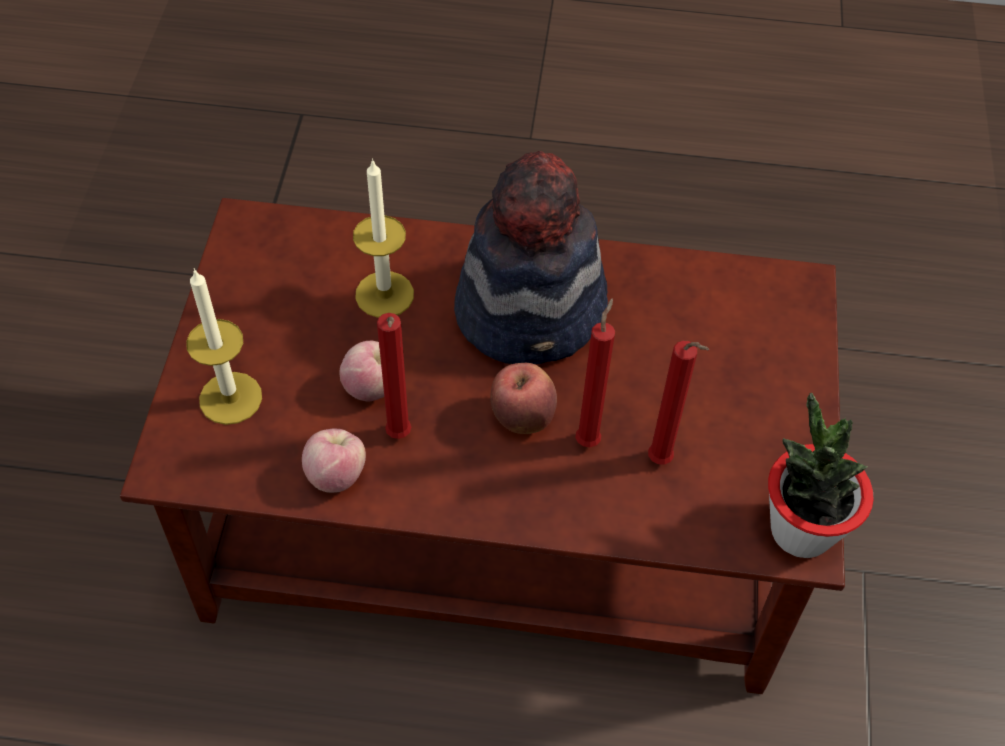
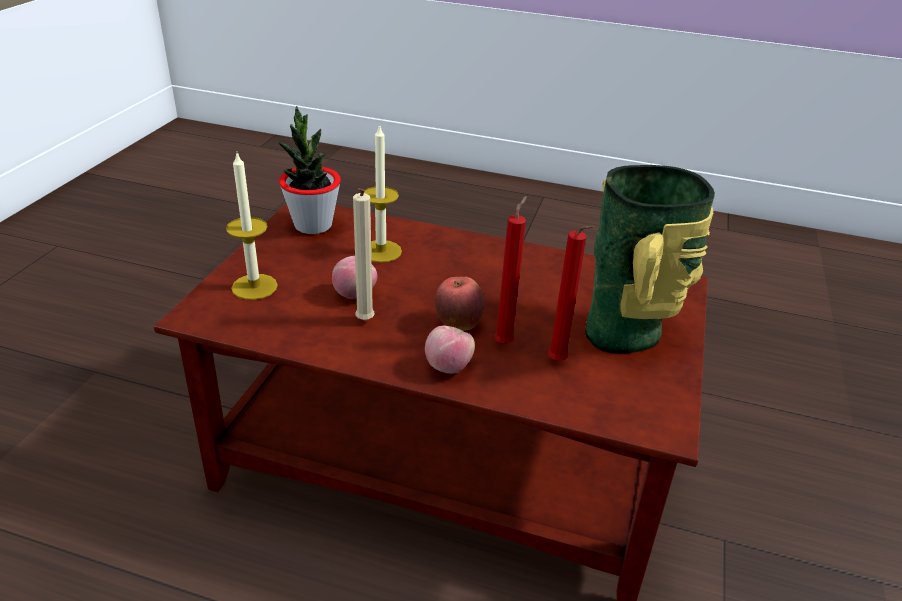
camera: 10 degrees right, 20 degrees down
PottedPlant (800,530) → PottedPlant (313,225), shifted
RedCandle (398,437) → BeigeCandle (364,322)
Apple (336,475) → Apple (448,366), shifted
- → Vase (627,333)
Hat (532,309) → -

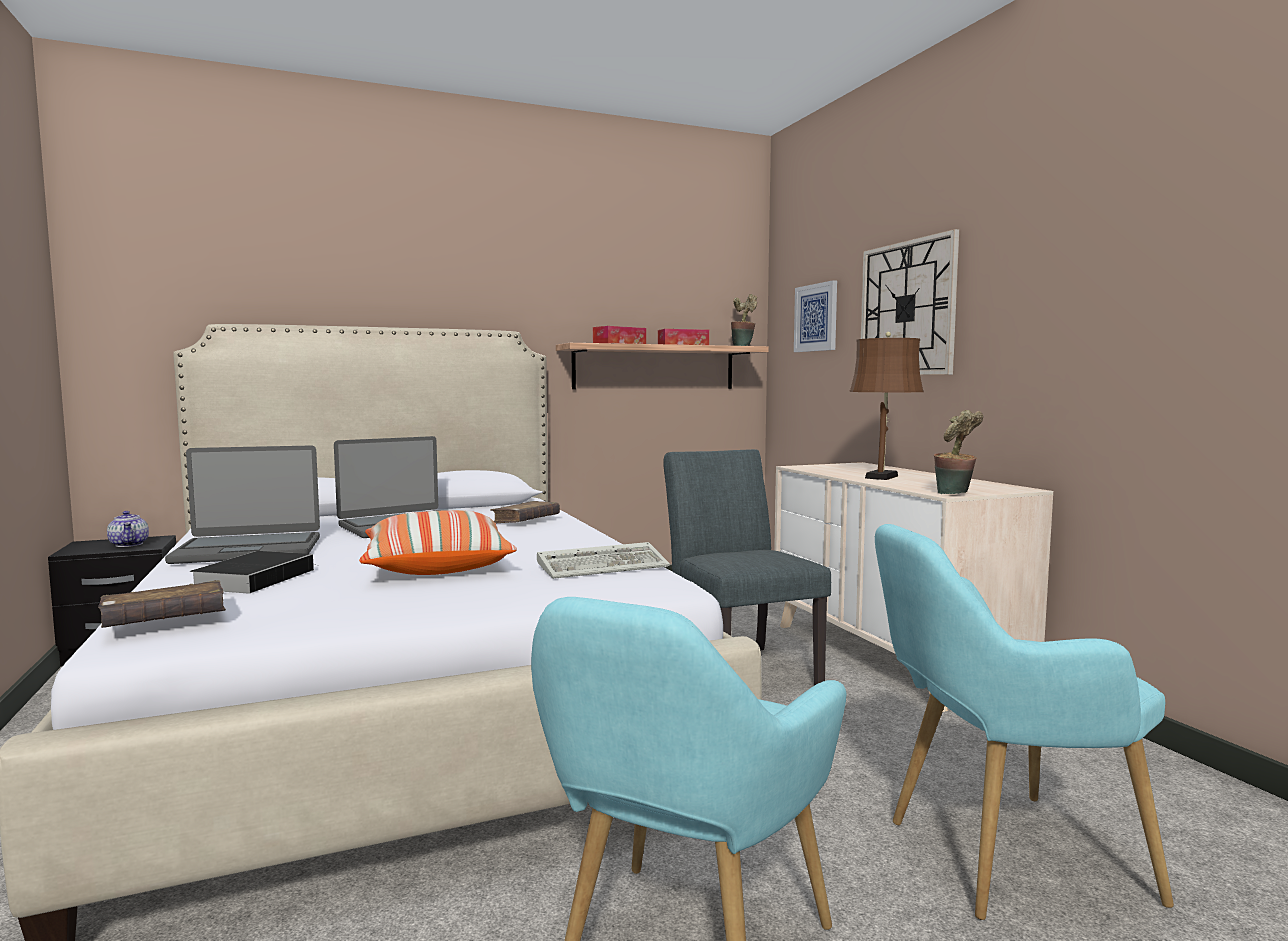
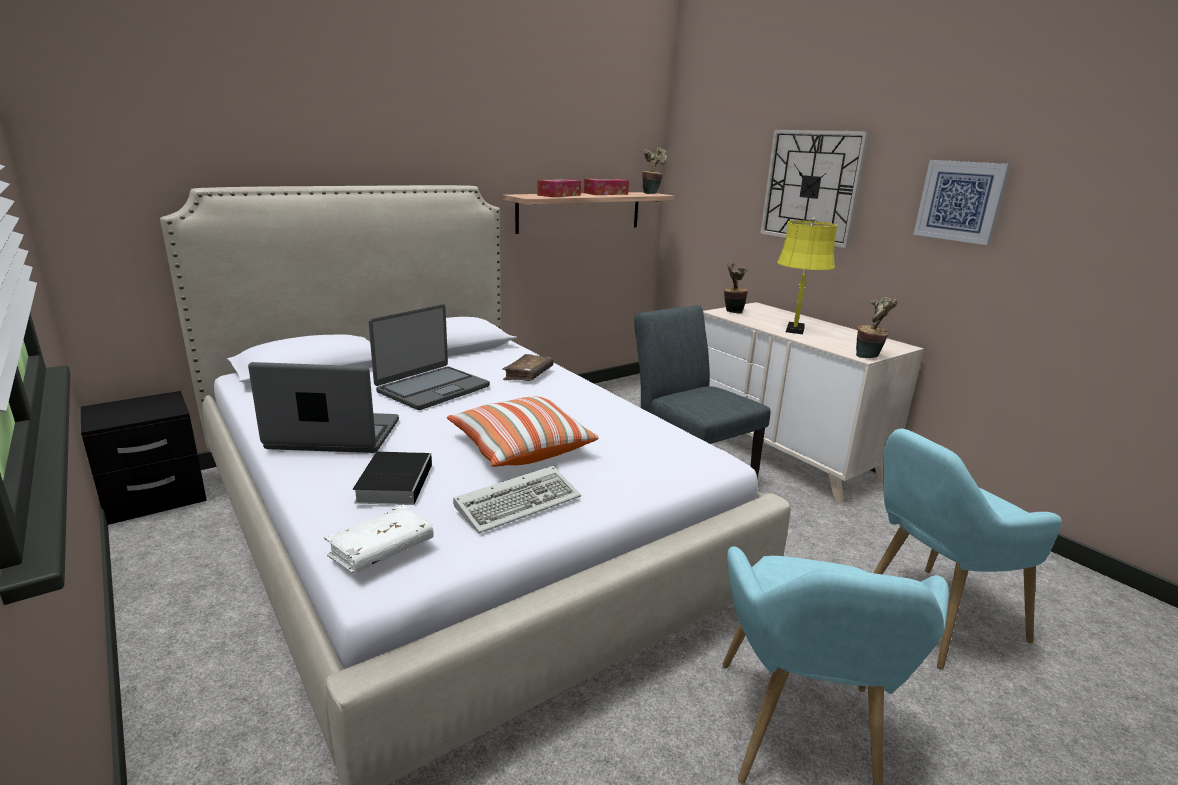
camera: 15 degrees left, 15 degrees up
Laptop (249,550) → Laptop (334,435), 150 degrees counterclockwise
BrownBook (164,620) → WhiteBook (381,550)
Keyboard (605,566) → Keyboard (520,502), shifted
- → PottedPlant (732,312)
BrownTableLamp (883,477) → YellowTableLamp (795,329)
Picture (816,317) → Picture (960,201), shifted
Teapot (129,544) → -

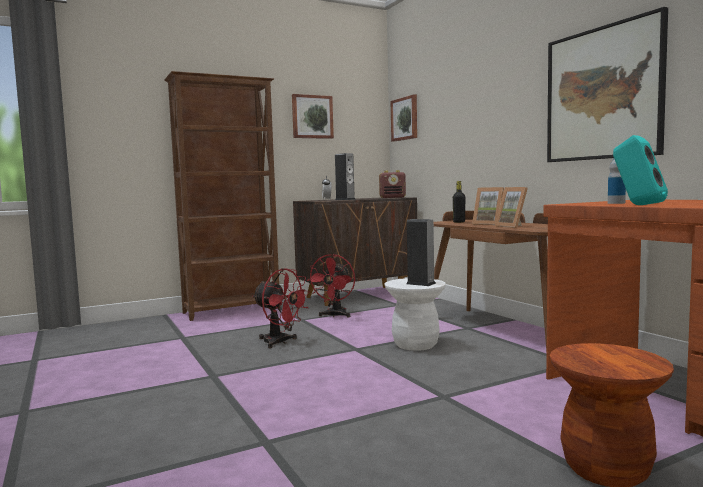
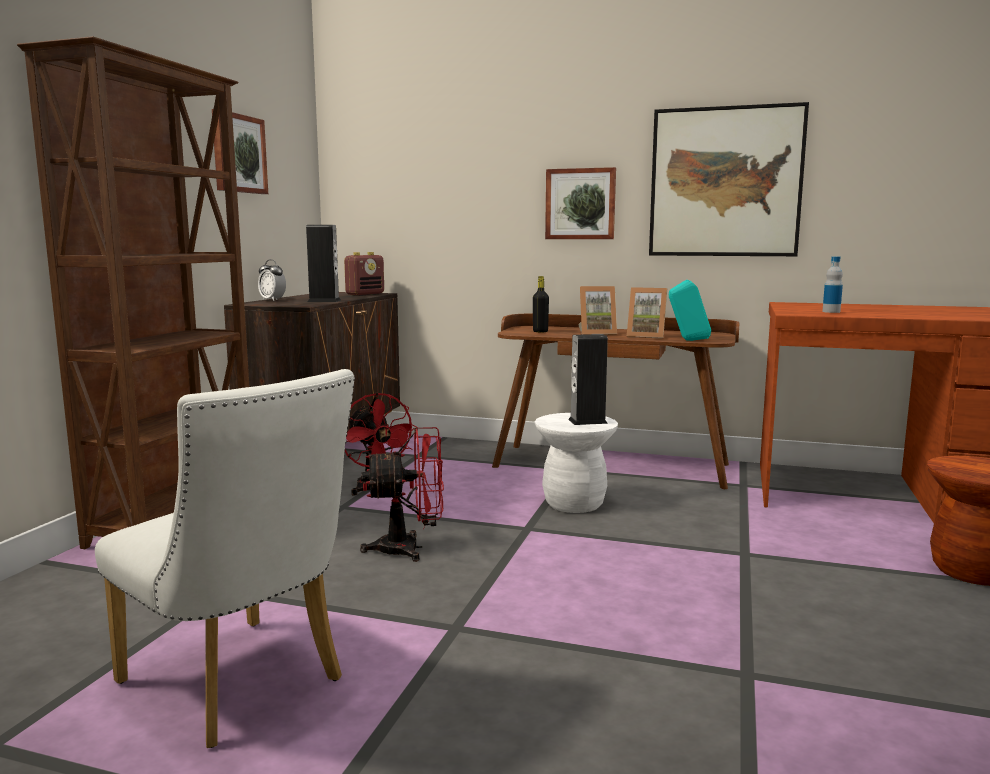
camera: 45 degrees left, 5 degrees up
- → WhiteChair (241,686)
Picture (405,118) → Picture (580,204), shifted
TurquoiseSpeaker (638,205) → TurquoiseSpeaker (688,340), shifted

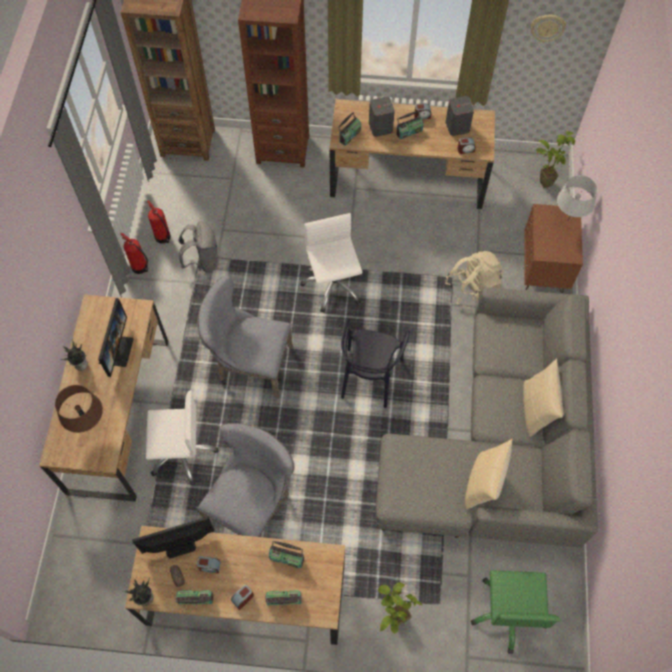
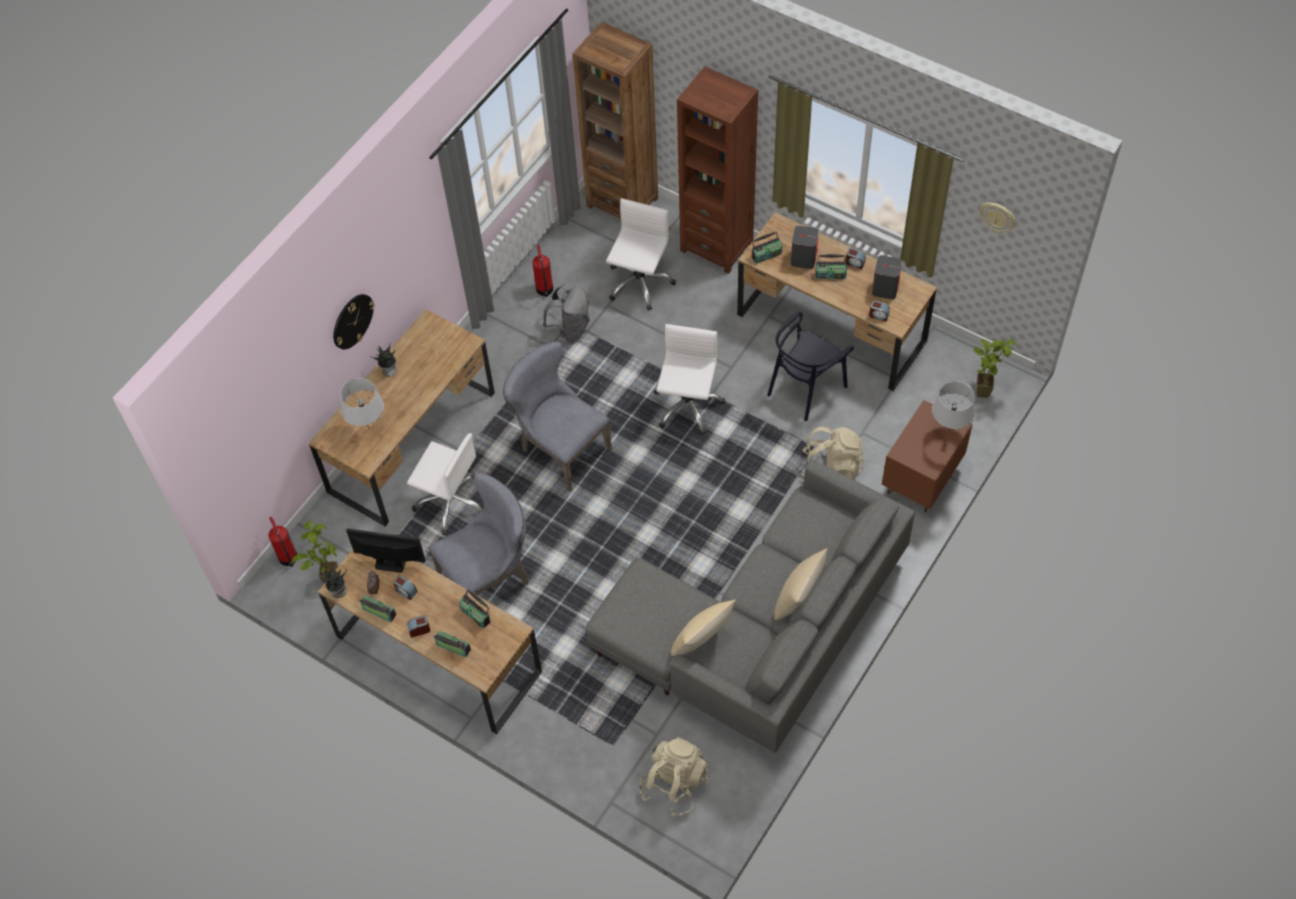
camera: 30 degrees right, 5 degrees down
FireExtinguisher (140,268) → FireExtinguisher (288,559), shifted
PottedPlant (392,618) → PottedPlant (326,578), shifted
- → WallClock (352,321)
BrownTableLamp (90,426) → GreyTableLamp (368,428)
- → WhiteOfficeChair (639,283)
GreenOfficeChair (508,612) → BeigeBackpack (674,784)
BlackChair (369,377) → BlackChair (805,388), shifted
Monitor (116,350) → -

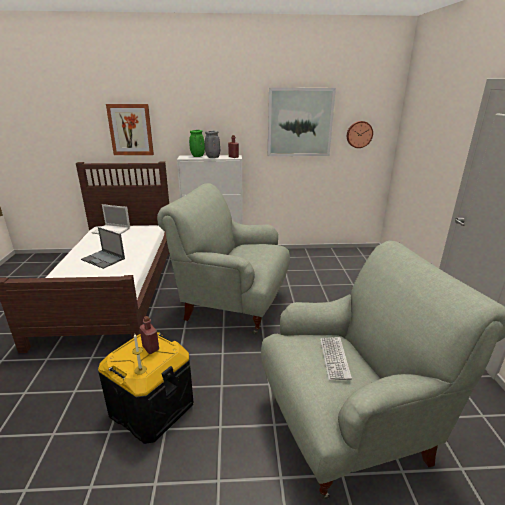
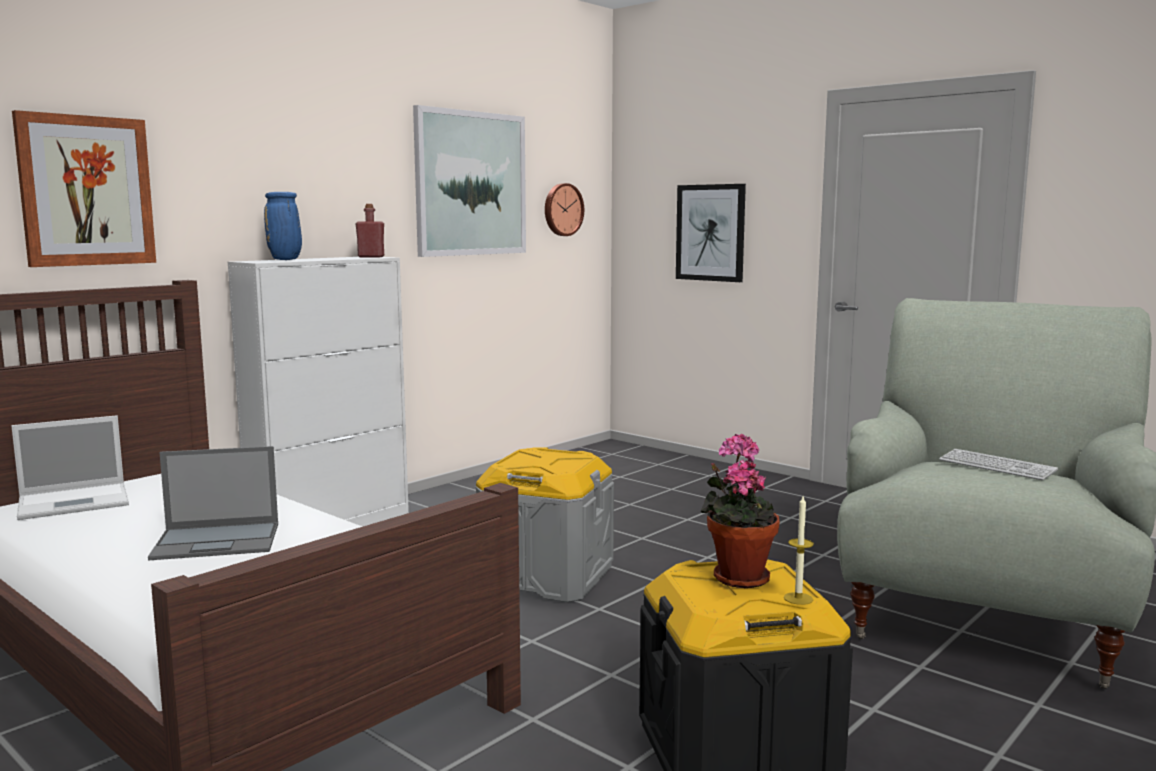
camera: 45 degrees left, 15 degrees down
GreenVase (197,156) → BlueVase (285,259)
GreyArmchair (232,305) → GreyStorageBox (545,577)
- → Picture (710,232)
RedBottle (150,348) → PottedPlant (737,576)
GreyVase (212,157) → -

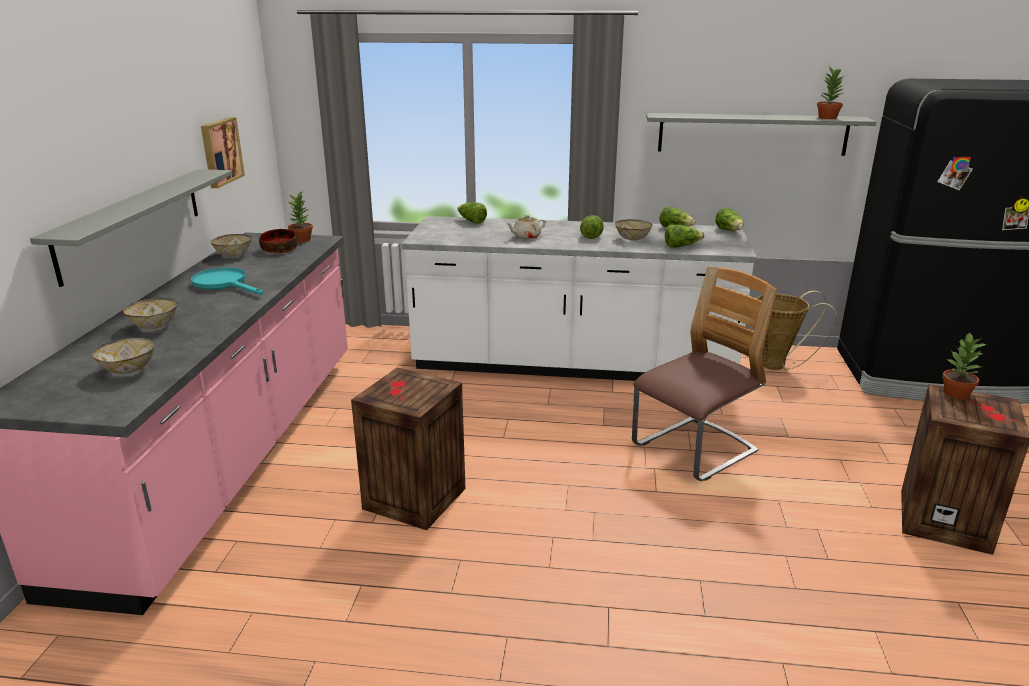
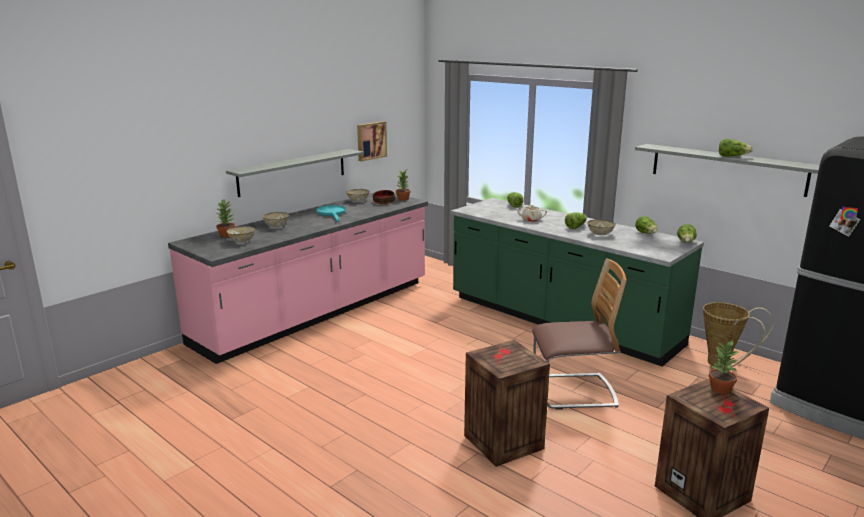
camera: 35 degrees right, 5 degrees down
PottedPlant (827,117) → PottedPlant (227,235), shifted
WhiteCounter (572,364) → GreenCounter (560,321)
Crate (412,499) → Crate (501,442), shifted
Lettuce (681,246) → Lettuce (732,156), shifted

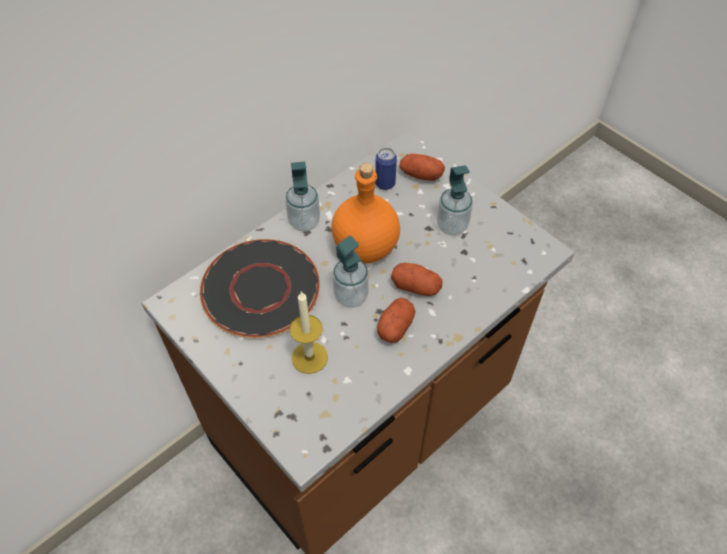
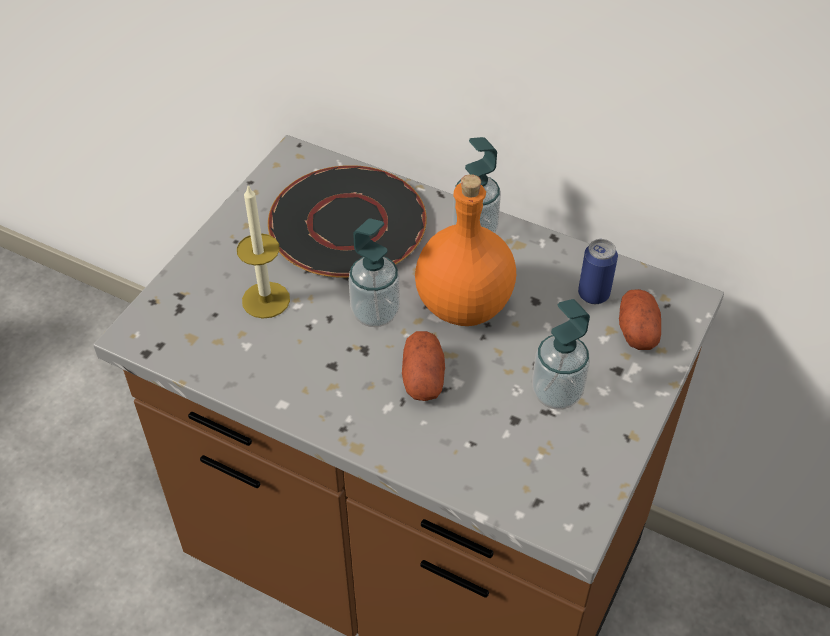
camera: 70 degrees right, 5 degrees down
Potato (395,326) → -

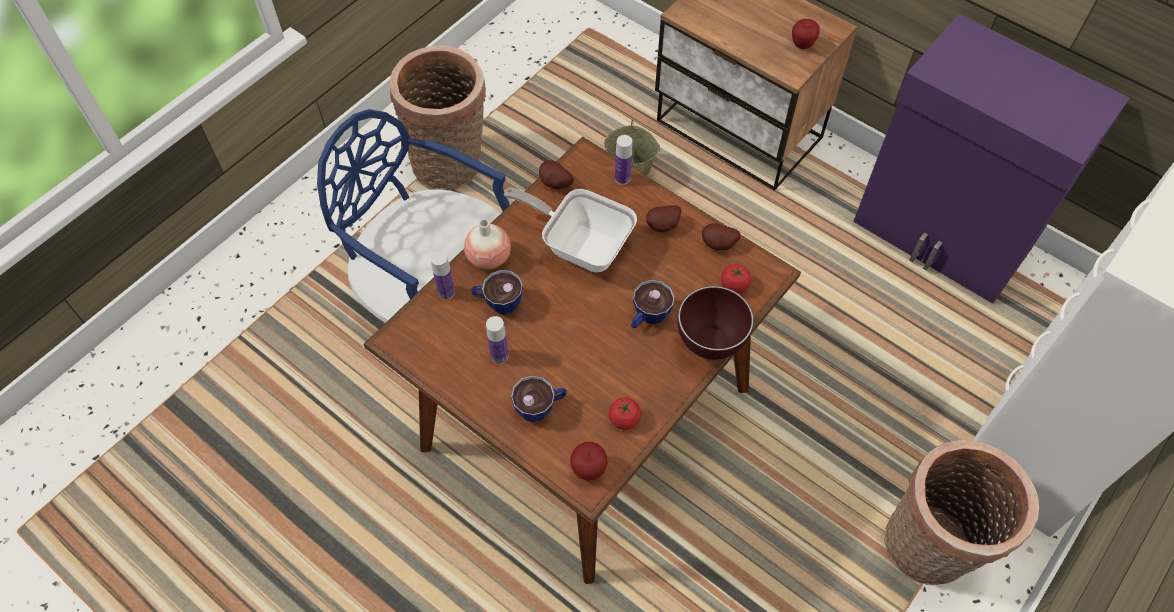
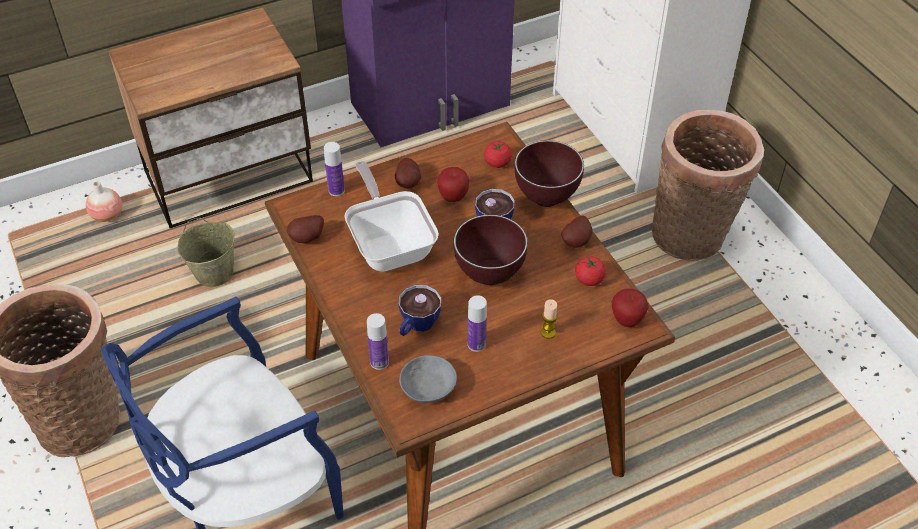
camera: 65 degrees left, 10 degrees down
Vase (489,257) → Vase (107,215), shifted
FryingPan (580,244) → FryingPan (390,244), 105 degrees clockwise
- → GreyBowl (428,389)
Apple (802,45) → Apple (453,197), shifted
- → BrownBowl (490,277)
Cup (540,407) → Candle (548,332)
Potato (719,245) → Potato (577,242), shifted

